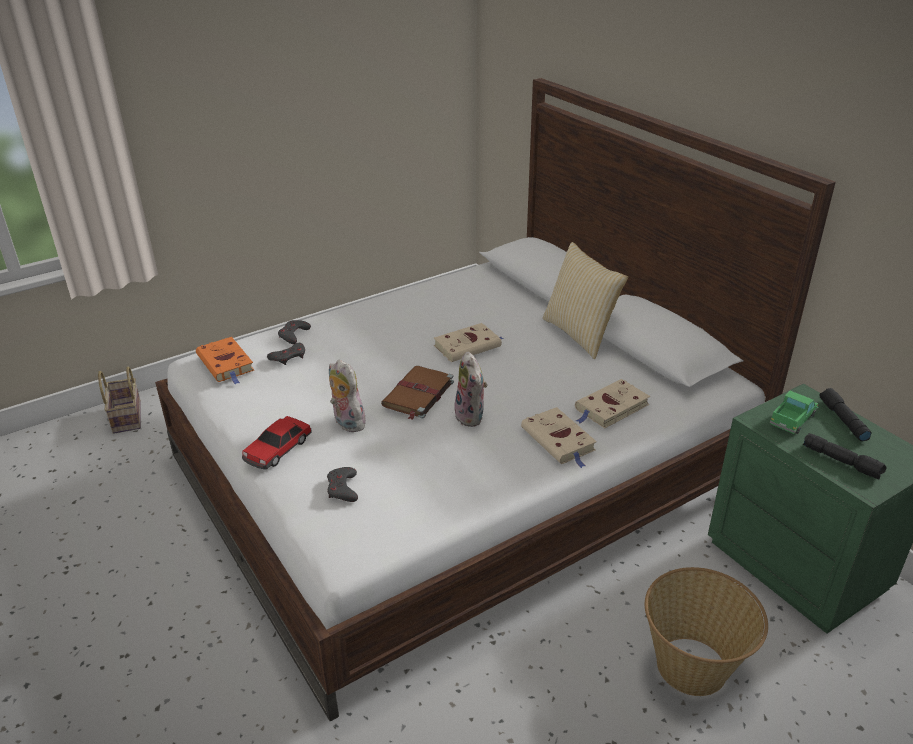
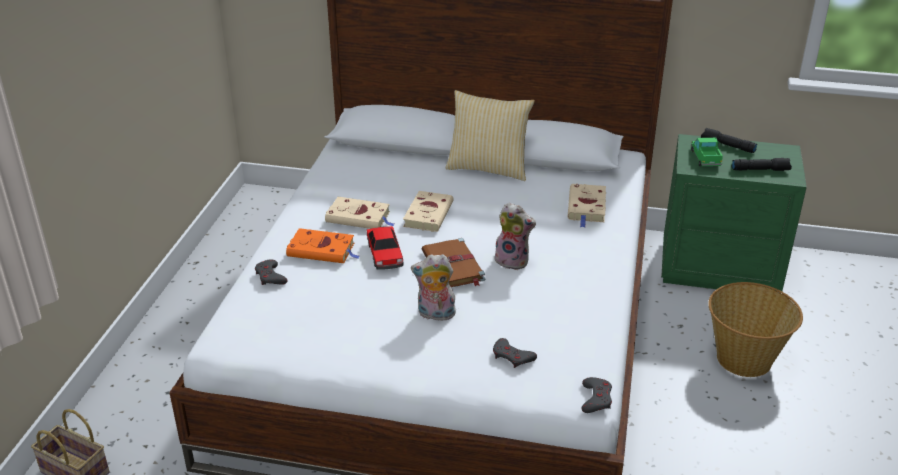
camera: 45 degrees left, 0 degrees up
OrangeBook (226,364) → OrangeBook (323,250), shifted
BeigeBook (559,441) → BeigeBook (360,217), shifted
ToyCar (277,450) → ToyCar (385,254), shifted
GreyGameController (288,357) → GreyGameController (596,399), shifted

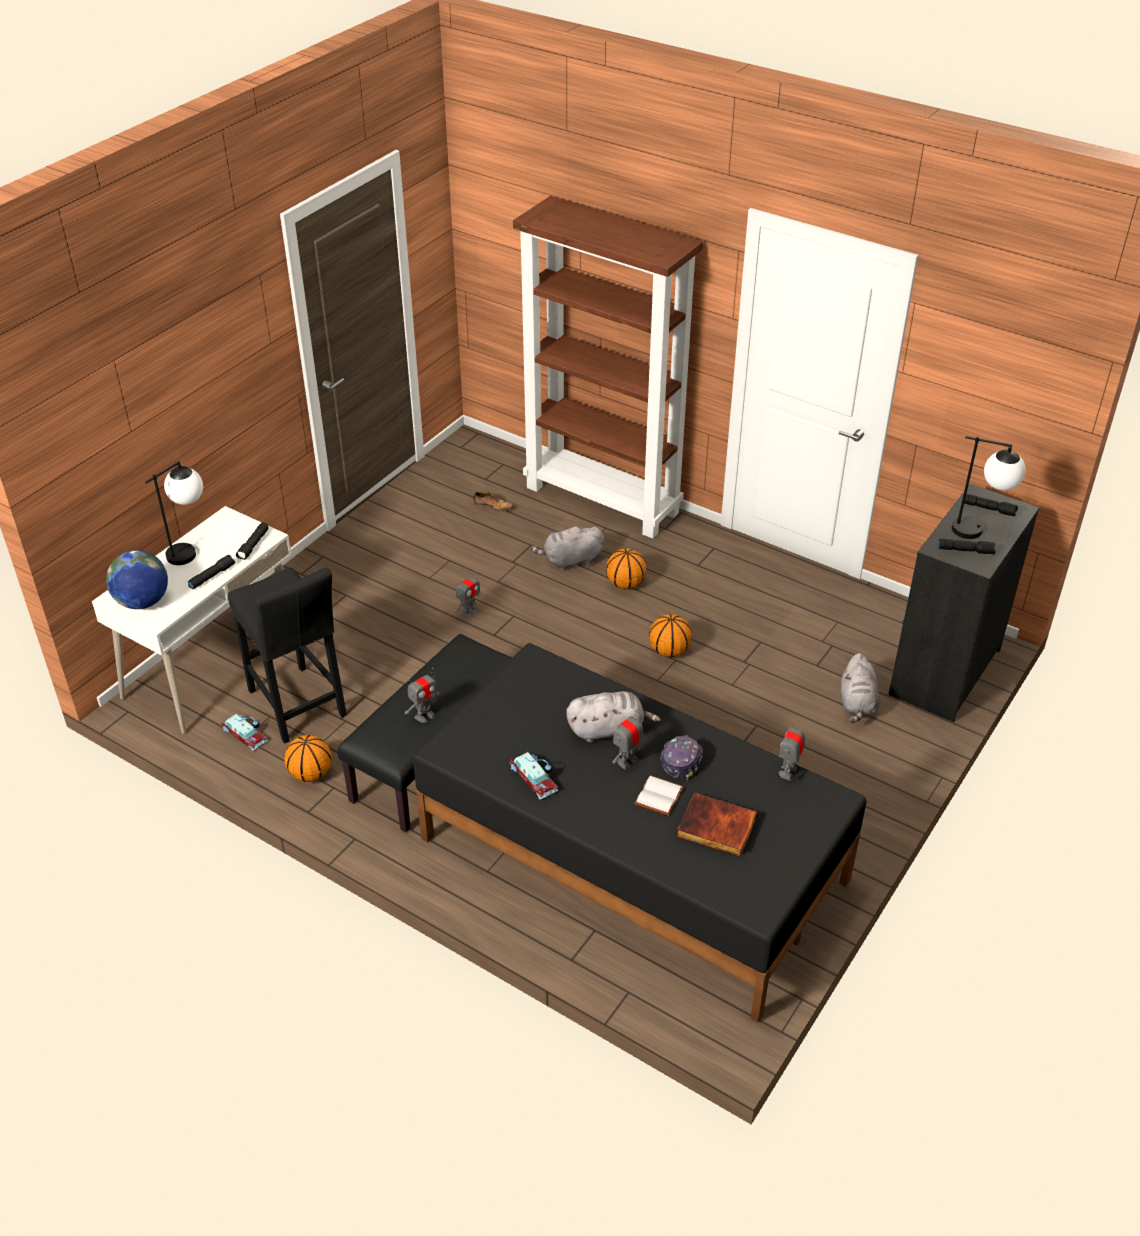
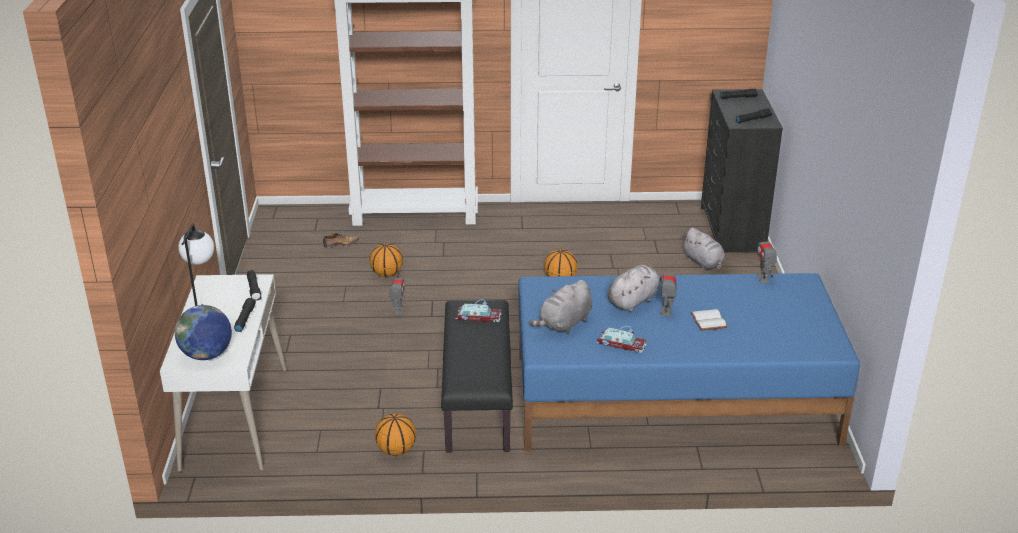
camera: 35 degrees left, 10 degrees down
Basketball (625,583) → Basketball (386,274), shifted
ToyCar (245,733) → ToyCar (478,316), shifted
BlackBed (633,861) → BlueBed (674,399)
GreyPlushToy (571,561) → GreyPlushToy (564,324), shifted
BlackStool (298,707) → -
ToyRobot (424,715) → -
Cap (681,760) → -
Book (715,828) → -
TableLamp (980,532) → -

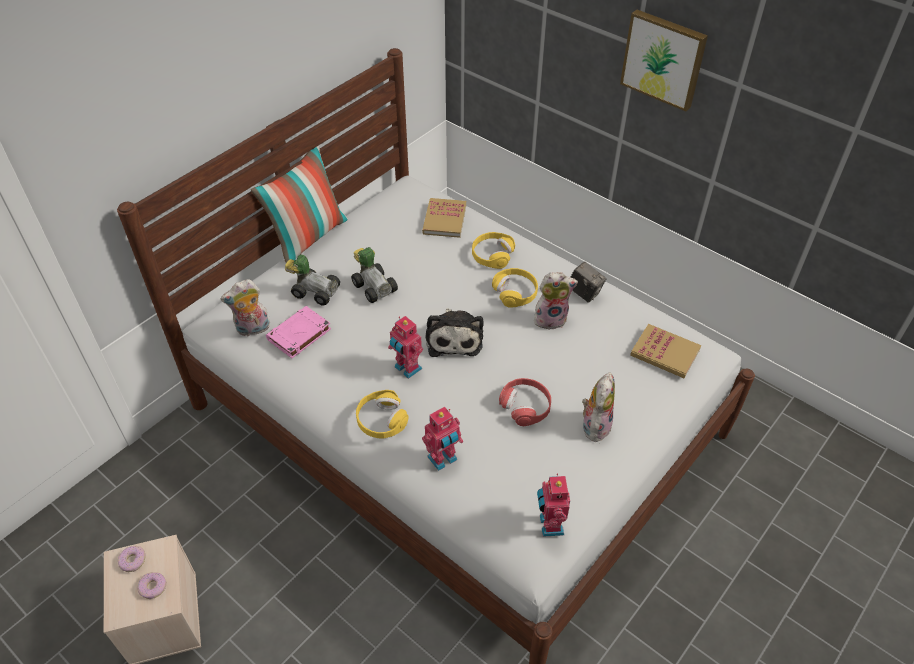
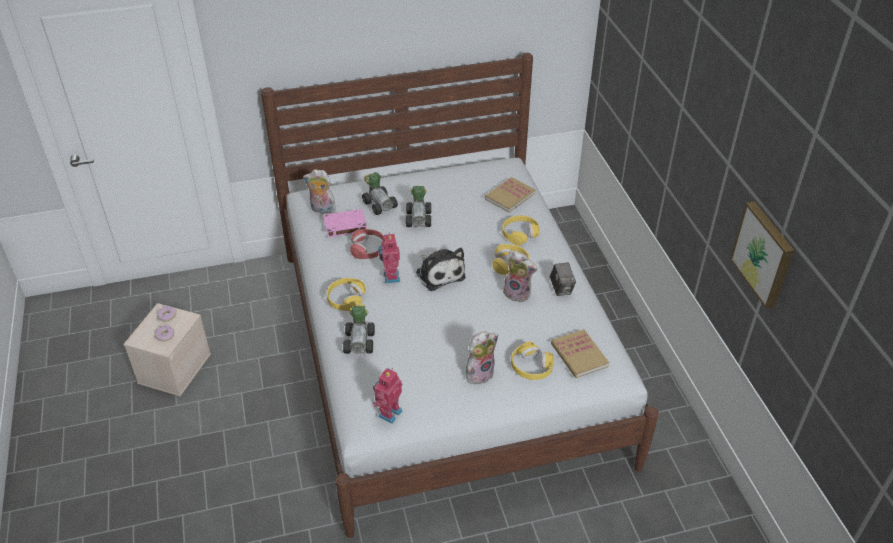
camera: 35 degrees right, 5 degrees down
ToyRobot (443,459) → ToyCar (360,340)
RedHeadphones (525,406) → RedHeadphones (368,249), shifted
PlushToy (454,338) → PlushToy (439,273), 60 degrees counterclockwise
- → YellowHeadphones (531,367)
Picture (664,59) → Picture (764,254), shifted
Pillow (308,237) → -

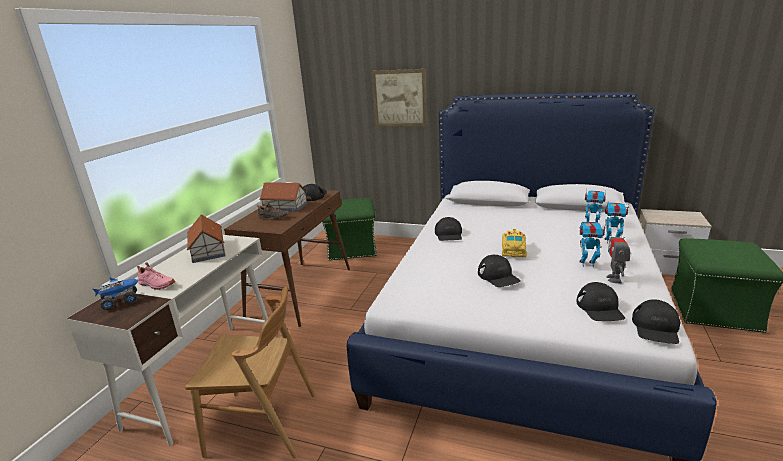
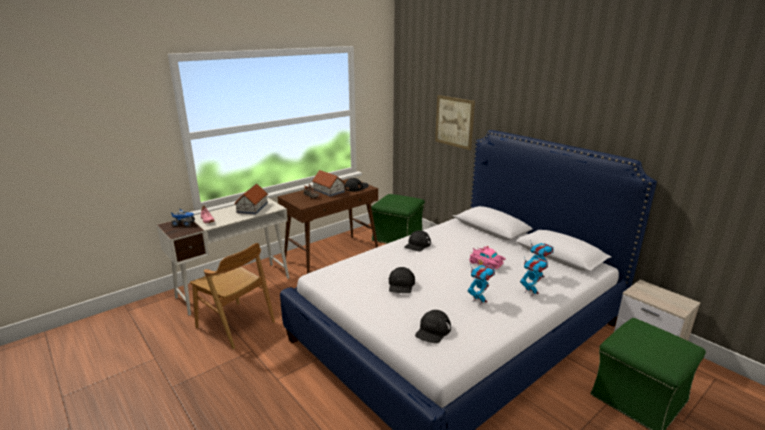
camera: 30 degrees right, 0 degrees up
- → PinkToyCar (486,264)
YellowToyCar (514,250) → -
ToyRobot (614,279) → -
BlackCap (656,328) → -

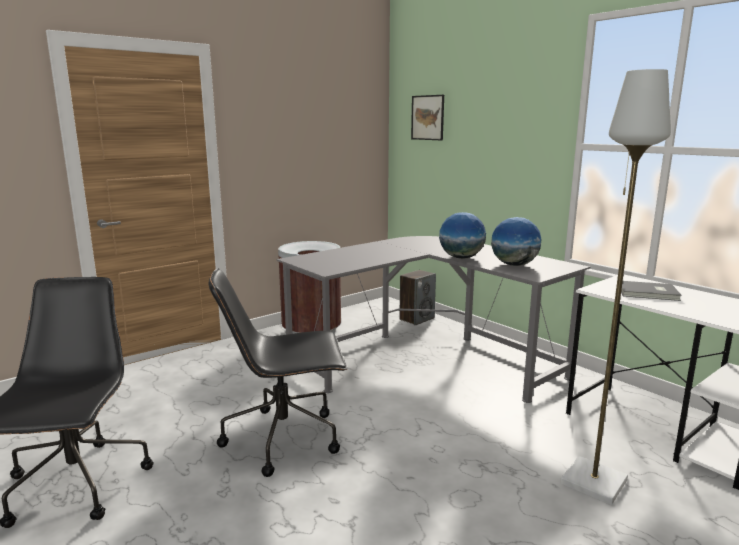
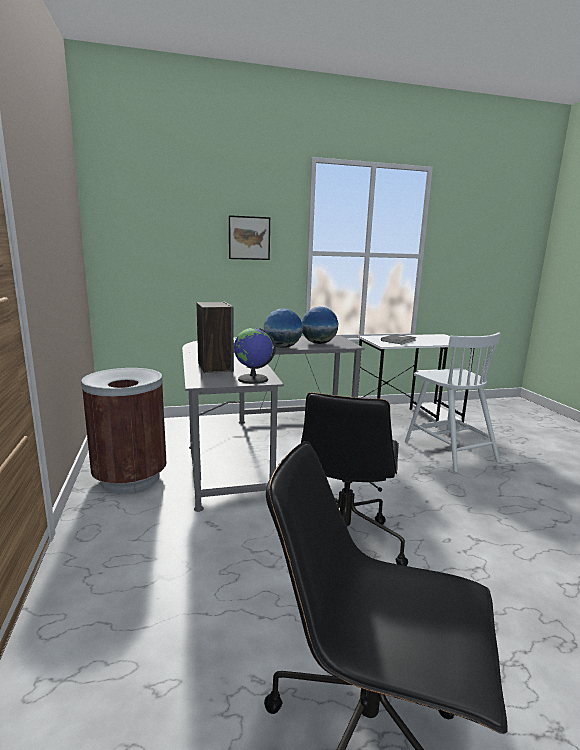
camera: 65 degrees left, 0 degrees up
Speaker (417,319) → Speaker (215,367), shifted
Picture (427,117) → Picture (249,238), shifted
- → Globe (253,379)
GreyFloorLamp (592,482) → WhiteChair (448,450)

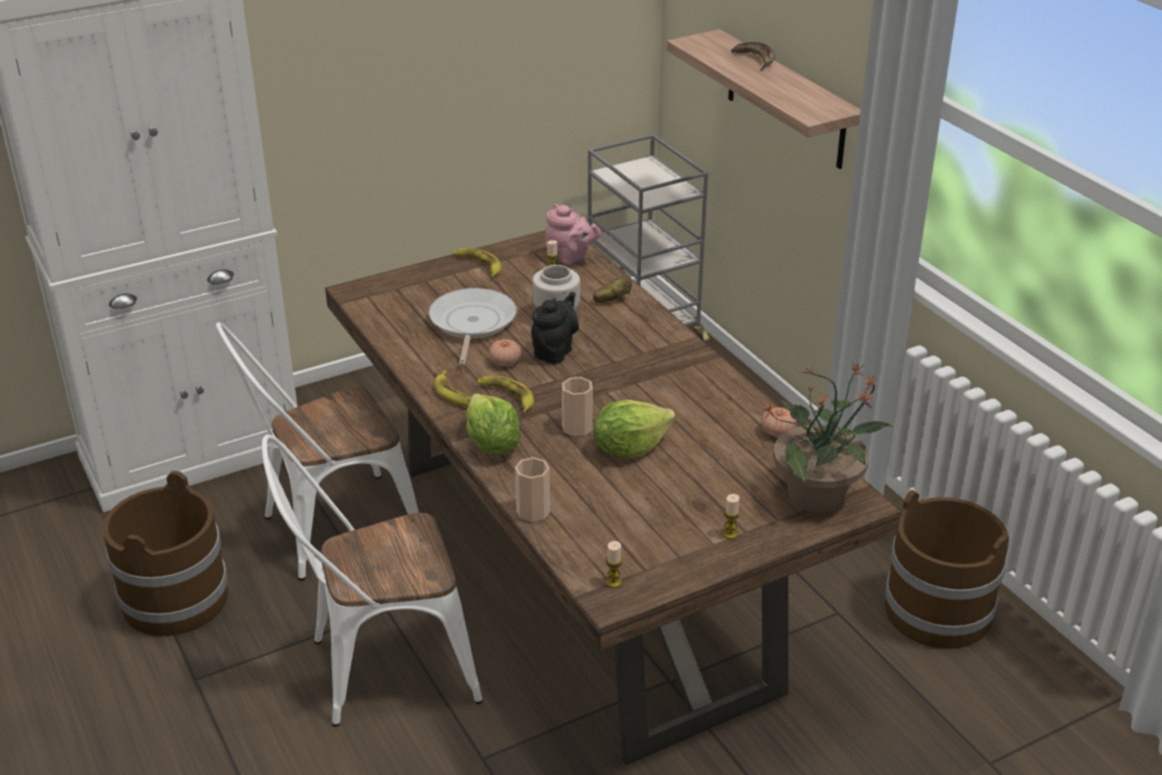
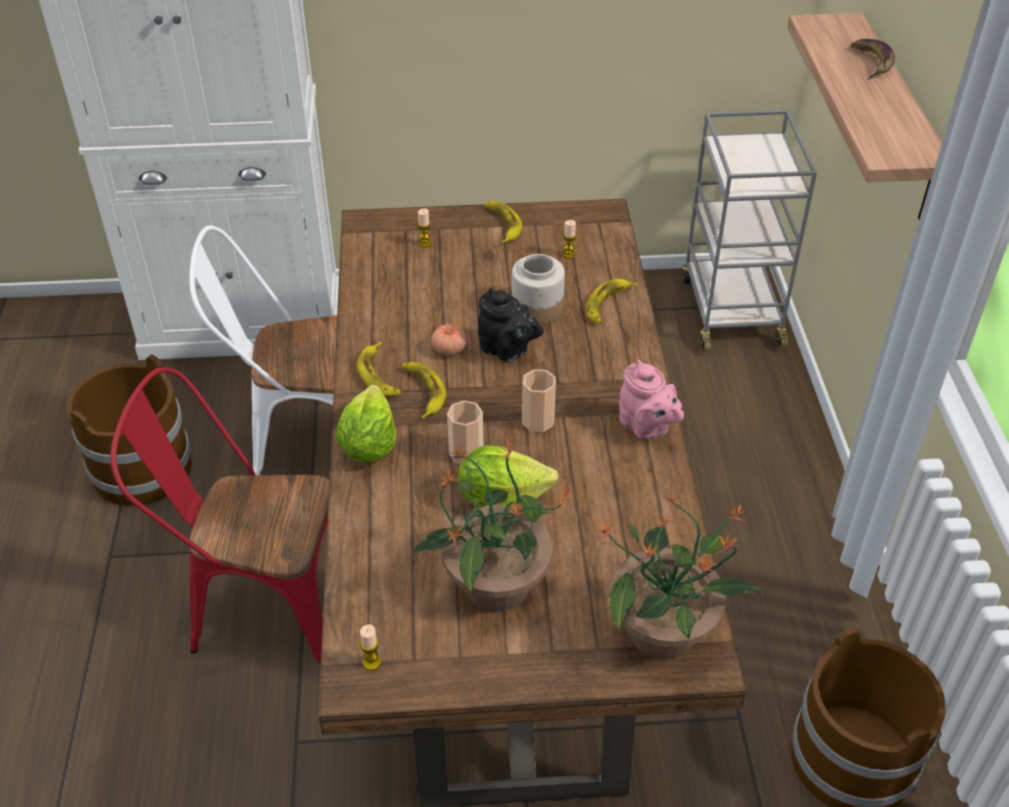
camera: 25 degrees right, 10 degrees up
WhiteChair (379,669) → RedChair (264,607)
- → PottedPlant (494,586)
Candle (730,534) → Candle (425,243), shifted
BlackTeapot (555,351) → BlackTeapot (507,350), 75 degrees clockwise
Cup (533,511) → Cup (538,420), shifted
Potato (612,300) → Banana (608,304)
PinkTeapot (570,259) → PinkTeapot (646,427), shifted
FryingPan (471,324) → -
Tomato (777,432) → -

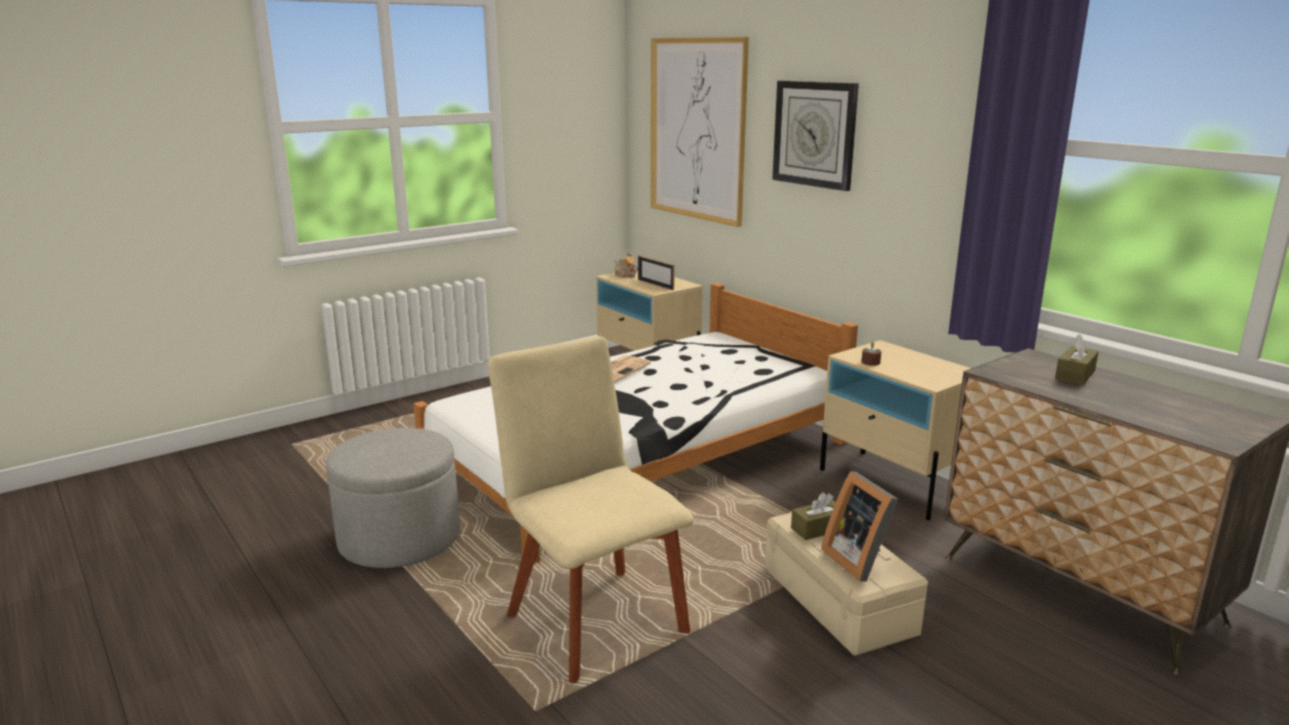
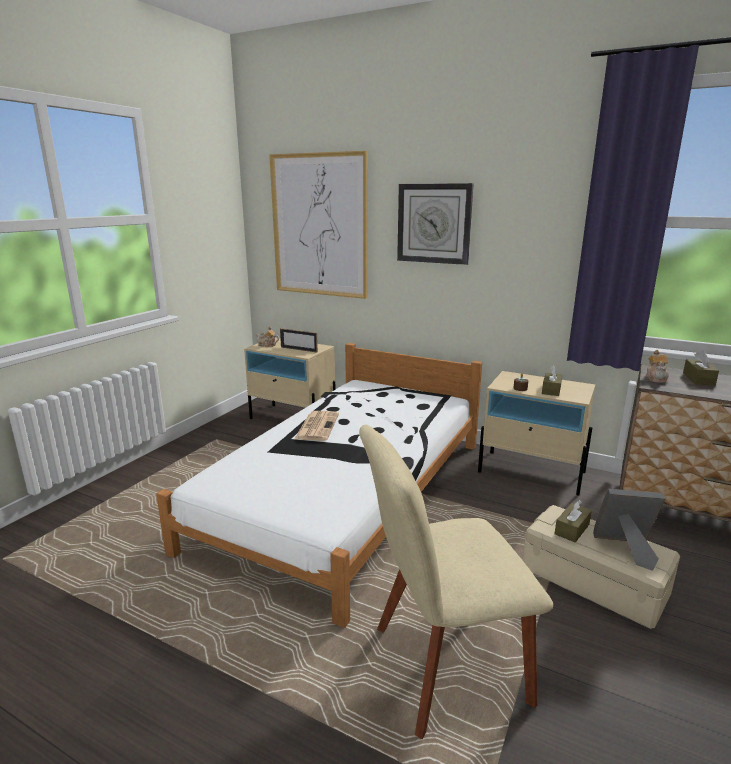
camera: 25 degrees left, 0 degrees up
BeigeChair (593,618) → BeigeChair (442,667), 45 degrees counterclockwise
- → BrownTissueBox (551,390)
PictureFrame (859,559) → PictureFrame (625,549), 150 degrees clockwise
- → Teapot (656,378)
GreyOttoman (399,538) → -

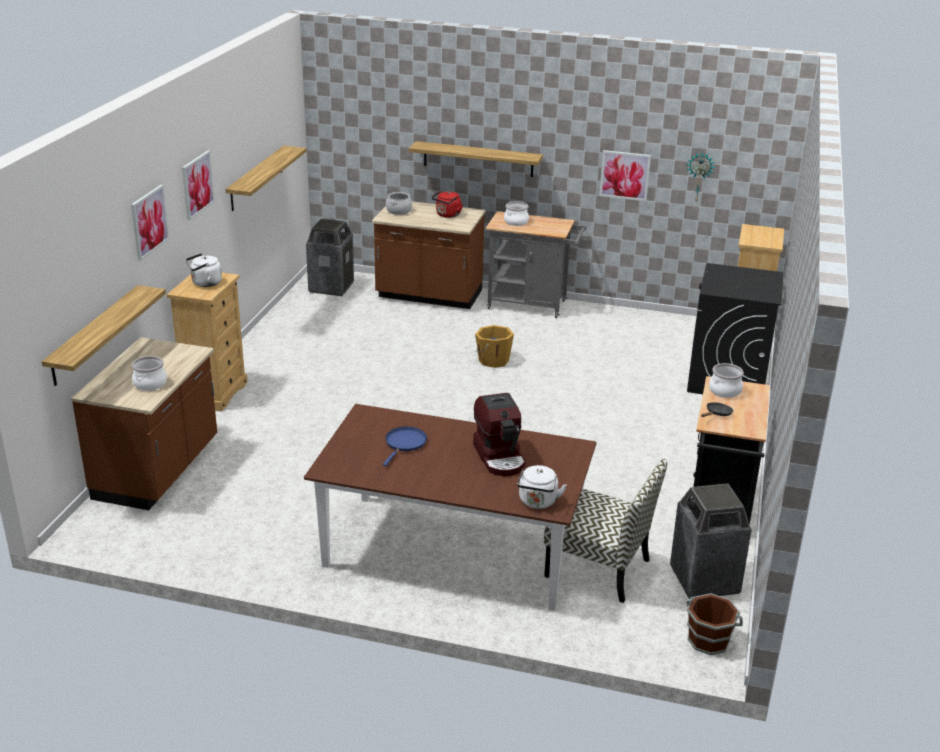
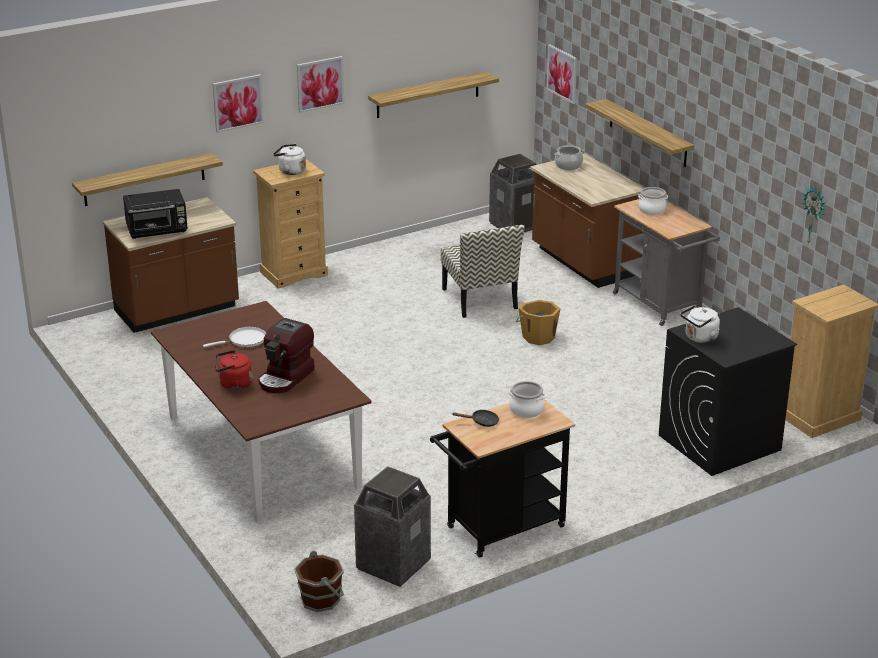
camera: 45 degrees right, 0 degrees up
CookingPot (150,384) → BlackMicrowave (157,230)
BlueFryingPan (404,443) → WhiteFryingPan (245,340)
RedKettle (447,215) → RedKettle (233,384), shifted
Chair (599,568) → Chair (480,299), shifted
Picture (625,175) → Picture (562,73), shifted
WhiteKettle (537,502) → WhiteKettle (699,338), shifted

